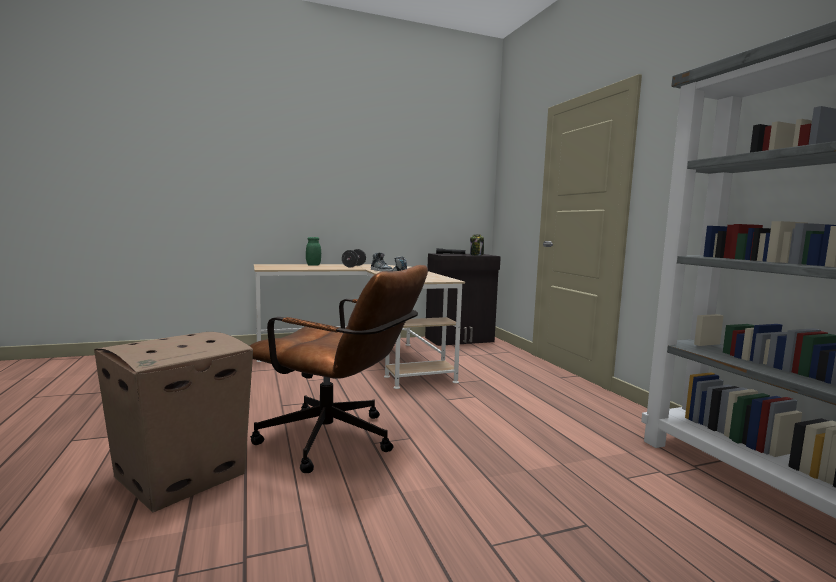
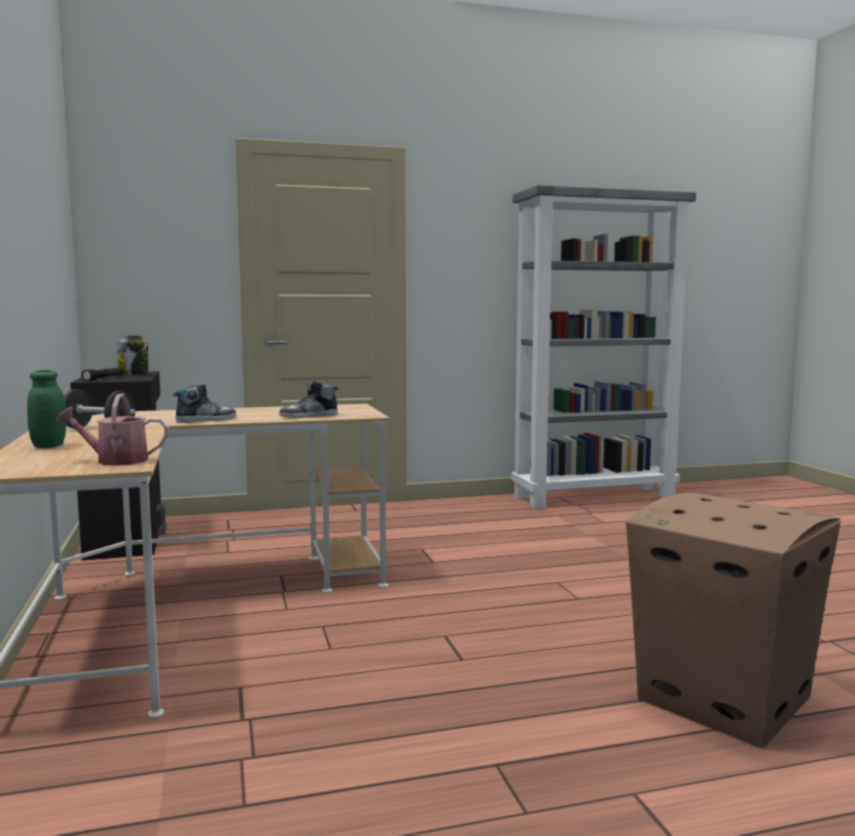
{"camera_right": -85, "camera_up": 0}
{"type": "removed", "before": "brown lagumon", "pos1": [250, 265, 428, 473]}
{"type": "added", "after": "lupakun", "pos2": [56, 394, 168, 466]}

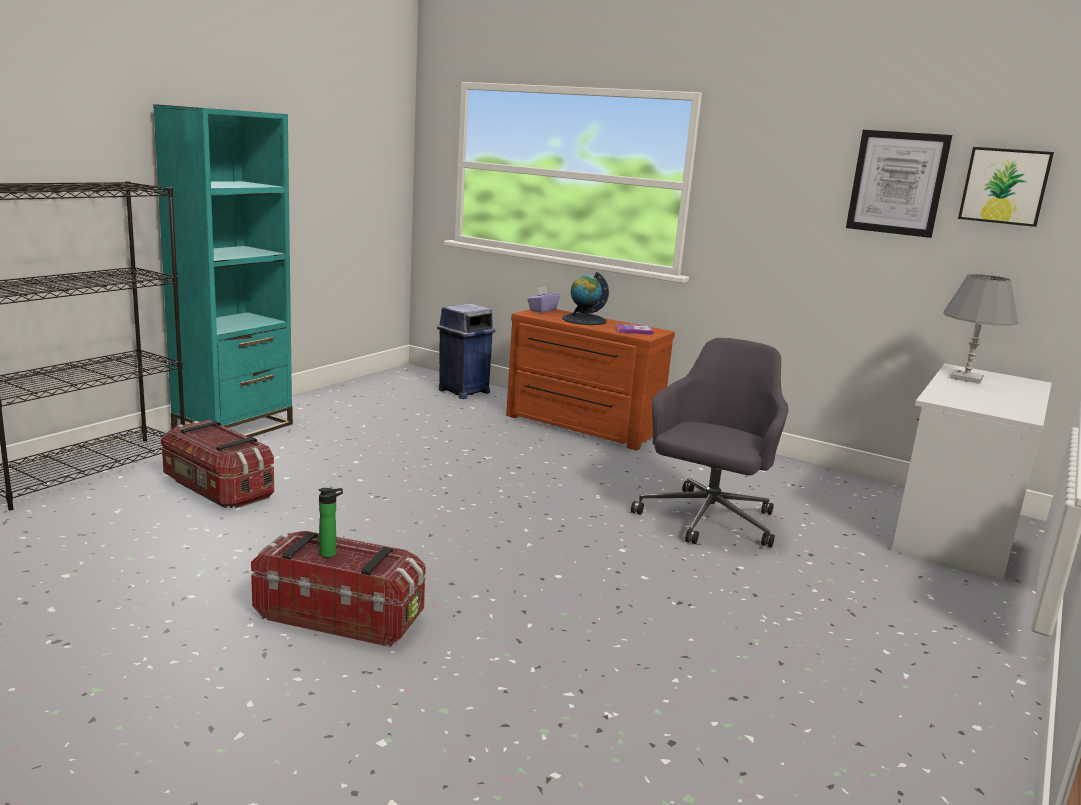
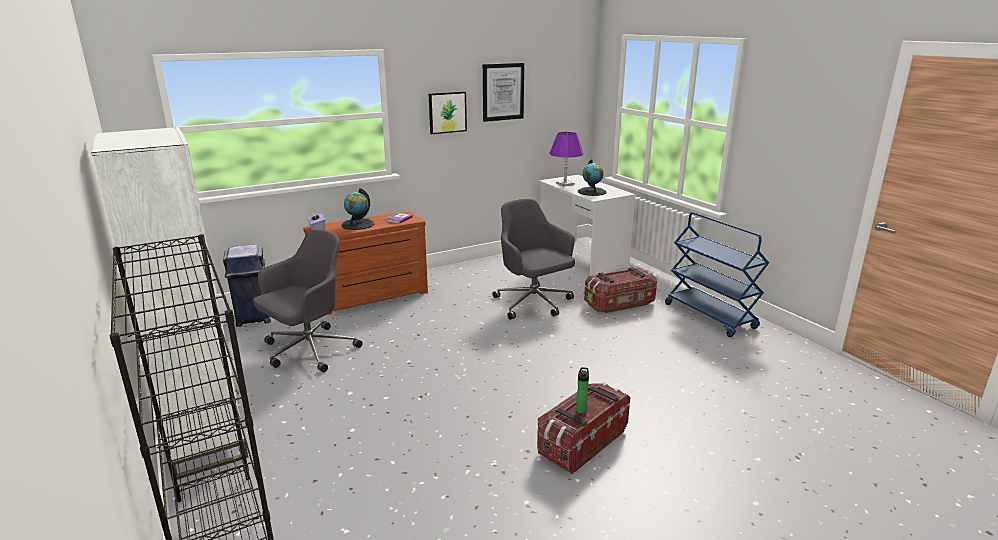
{"camera_right": -60, "camera_up": 5}
{"type": "recoloured", "before": "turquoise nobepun", "after": "white nobepun", "pos1": [153, 104, 293, 437], "pos2": [91, 127, 248, 480]}
{"type": "moved", "before": "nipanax", "pos1": [161, 419, 274, 508], "pos2": [584, 267, 657, 313]}
{"type": "recoloured", "before": "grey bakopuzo", "after": "purple bakopuzo", "pos1": [943, 274, 1018, 384], "pos2": [549, 132, 583, 187]}
{"type": "moved", "before": "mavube", "pos1": [958, 147, 1054, 227], "pos2": [429, 91, 467, 134]}
{"type": "added", "after": "grey lagumon", "pos2": [253, 229, 363, 372]}
{"type": "added", "after": "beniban", "pos2": [578, 159, 607, 196]}
{"type": "added", "after": "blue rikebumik", "pos2": [665, 212, 769, 337]}

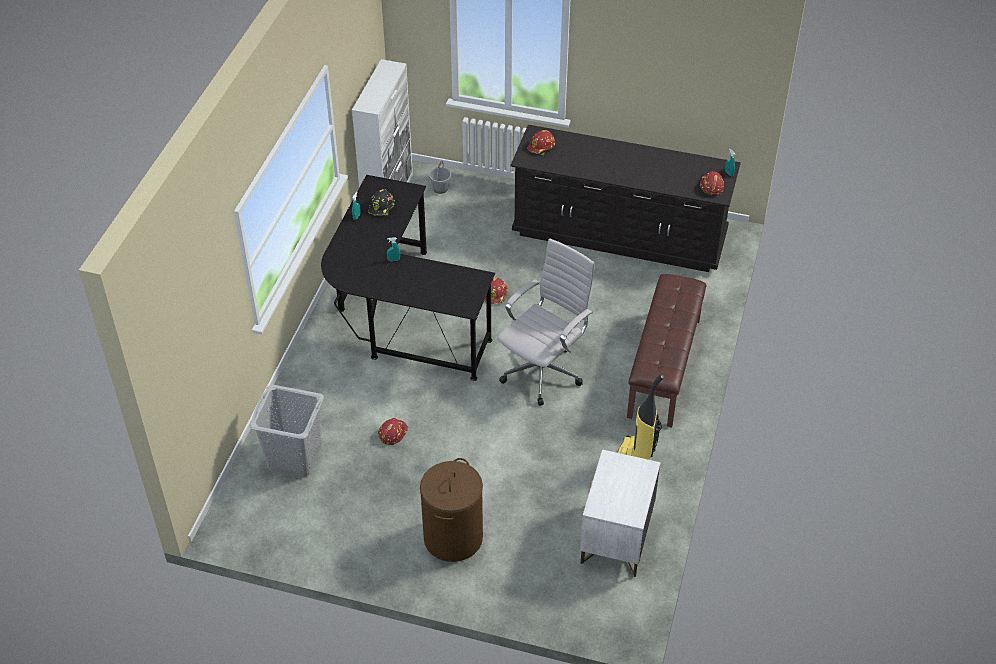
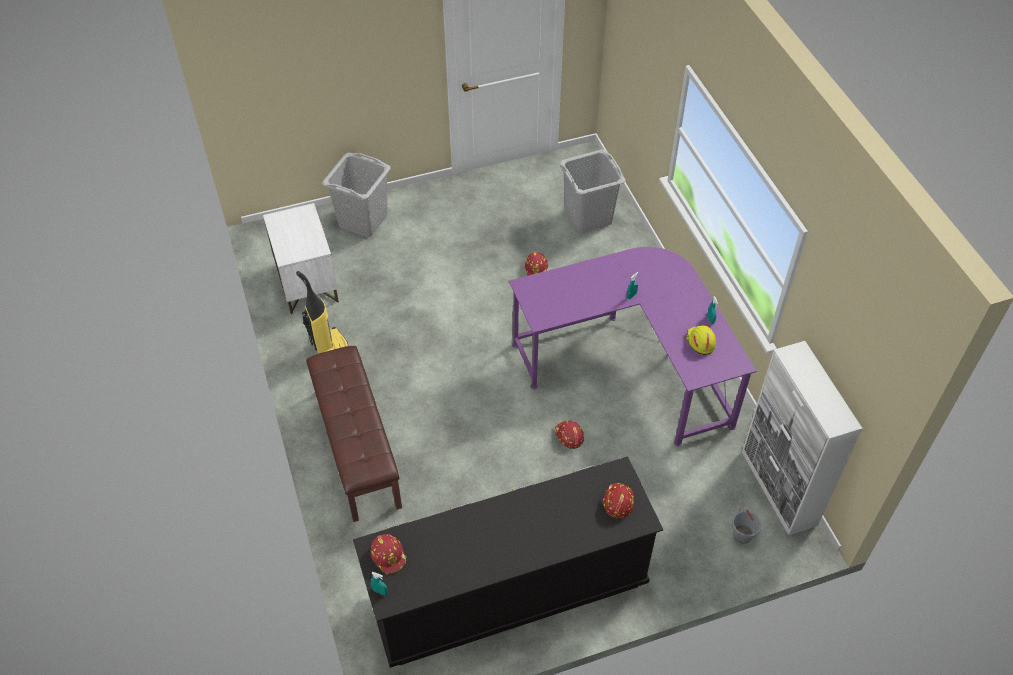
{"camera_right": 145, "camera_up": 5}
{"type": "recoloured", "before": "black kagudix", "after": "purple kagudix", "pos1": [321, 175, 495, 381], "pos2": [509, 247, 756, 446]}
{"type": "recoloured", "before": "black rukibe", "after": "yellow rukibe", "pos1": [368, 189, 395, 215], "pos2": [686, 325, 716, 355]}
{"type": "removed", "before": "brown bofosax", "pos1": [420, 458, 483, 562]}
{"type": "removed", "before": "white lagumon", "pos1": [497, 239, 595, 406]}
{"type": "added", "after": "grey bofosax", "pos2": [322, 153, 391, 237]}

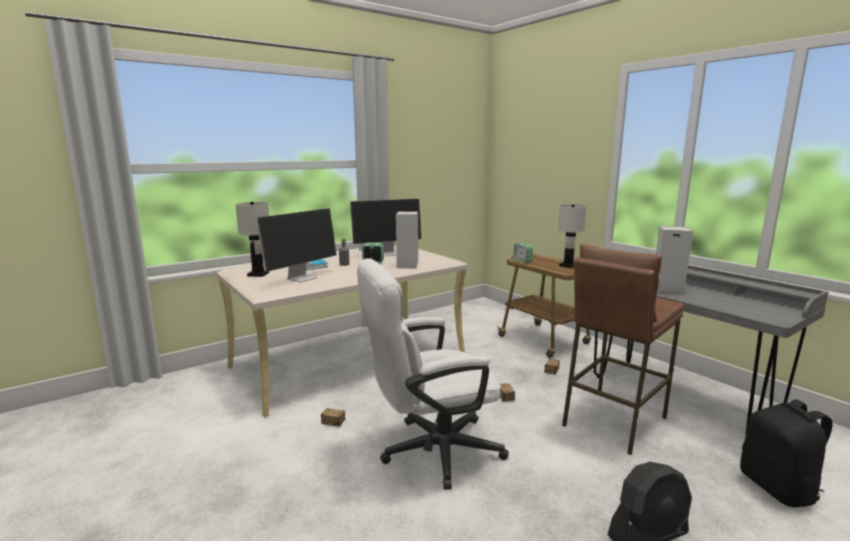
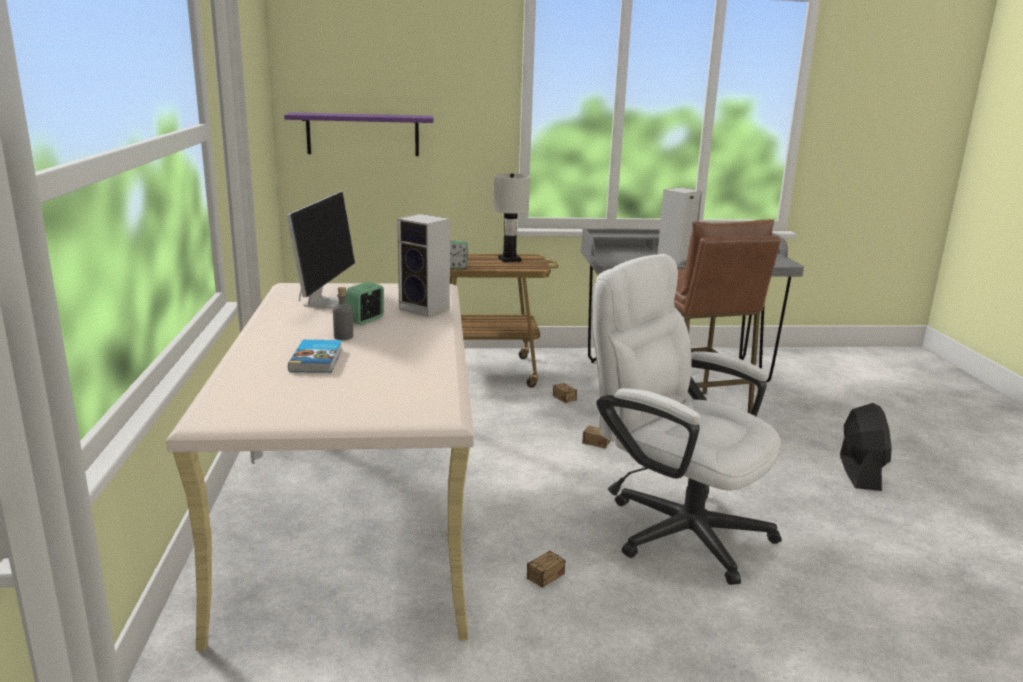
{"camera_right": -60, "camera_up": 5}
{"type": "removed", "before": "white bakopuzo", "pos1": [235, 202, 269, 277]}
{"type": "removed", "before": "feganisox", "pos1": [256, 208, 337, 282]}
{"type": "turned", "before": "white lagumon", "pos1": [357, 258, 509, 490], "pos2": [591, 254, 782, 585], "turn": 120}
{"type": "removed", "before": "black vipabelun", "pos1": [740, 400, 833, 507]}
{"type": "added", "after": "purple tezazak", "pos2": [284, 113, 434, 156]}

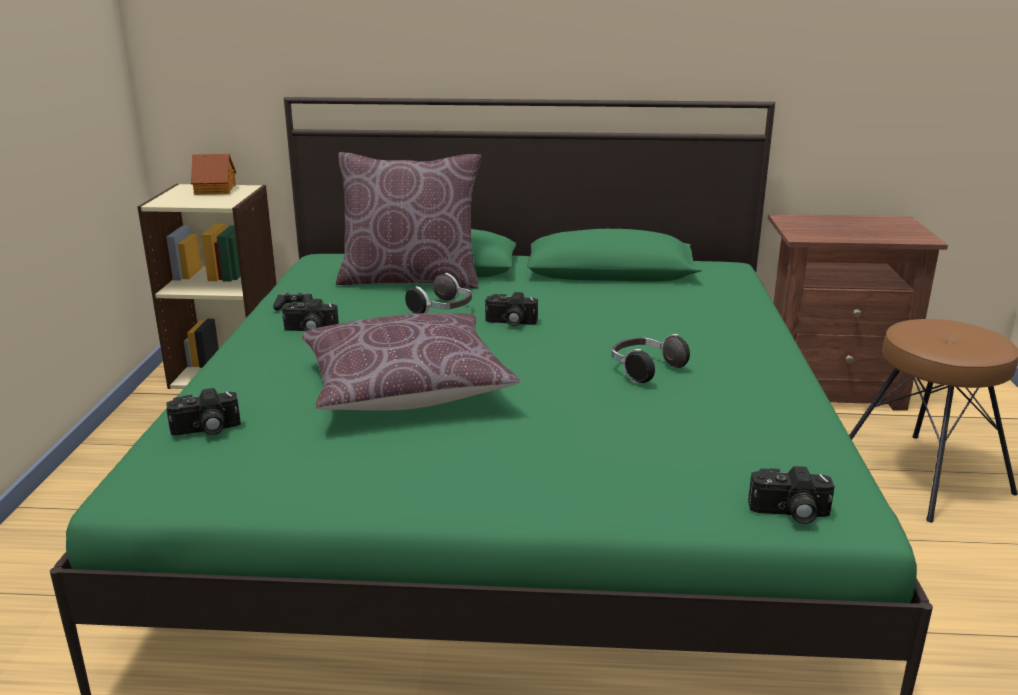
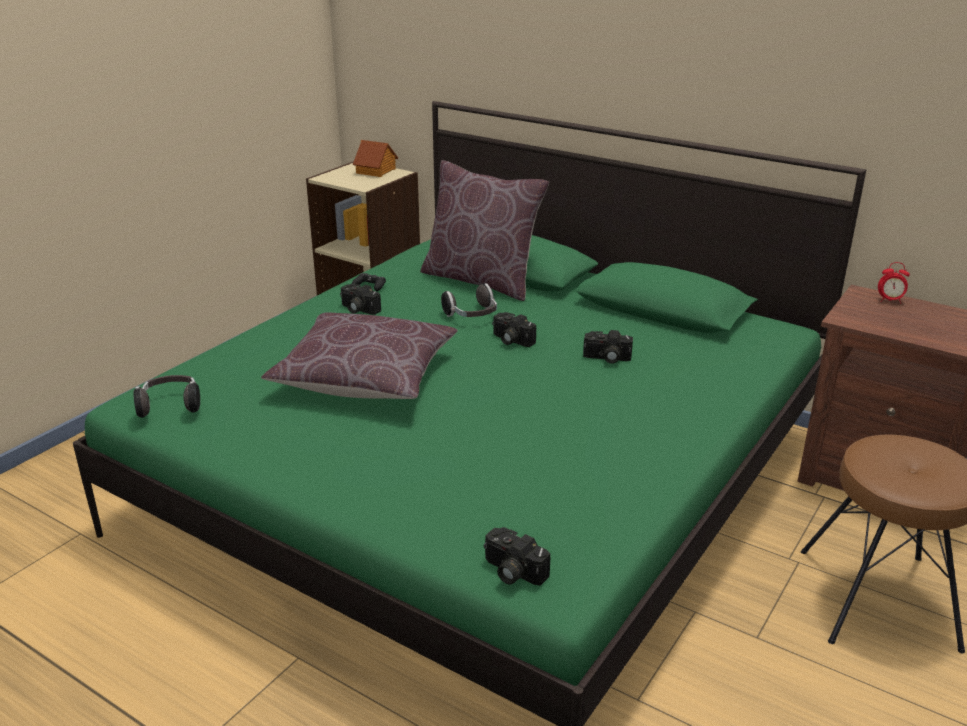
{"camera_right": 30, "camera_up": 5}
{"type": "moved", "before": "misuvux", "pos1": [166, 388, 241, 436], "pos2": [583, 330, 633, 364]}
{"type": "moved", "before": "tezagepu", "pos1": [611, 334, 690, 384], "pos2": [133, 375, 200, 418]}
{"type": "added", "after": "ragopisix", "pos2": [878, 262, 910, 304]}

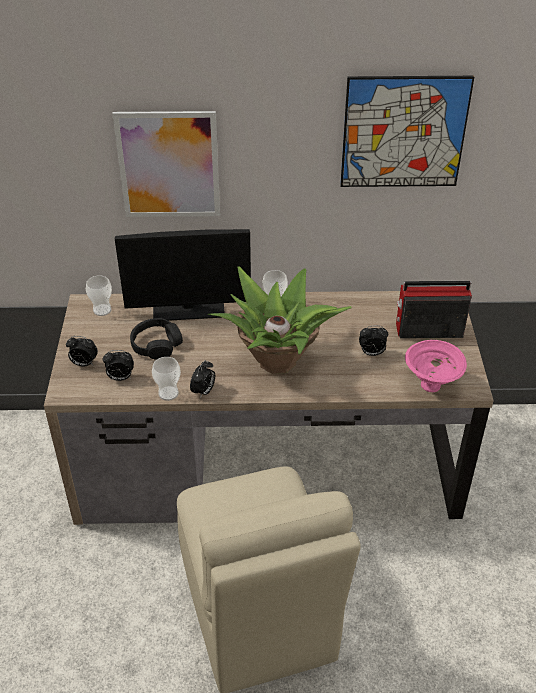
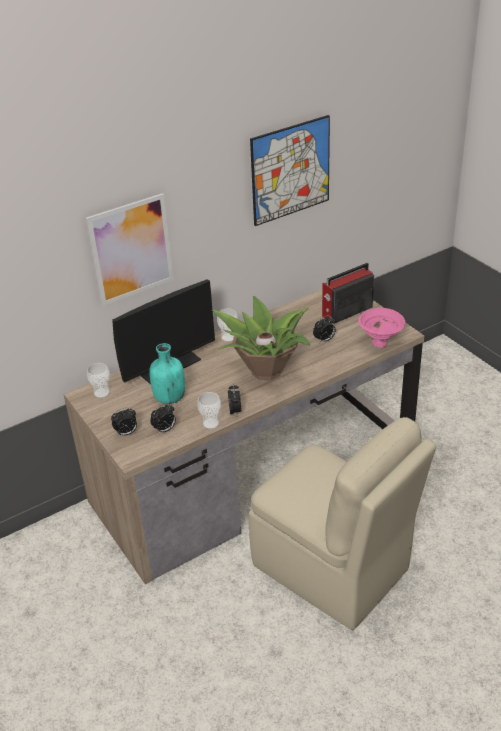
{"camera_right": -30, "camera_up": -5}
{"type": "replaced", "before": "black tezagepu", "after": "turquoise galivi", "pos1": [130, 318, 183, 360], "pos2": [149, 343, 185, 404]}

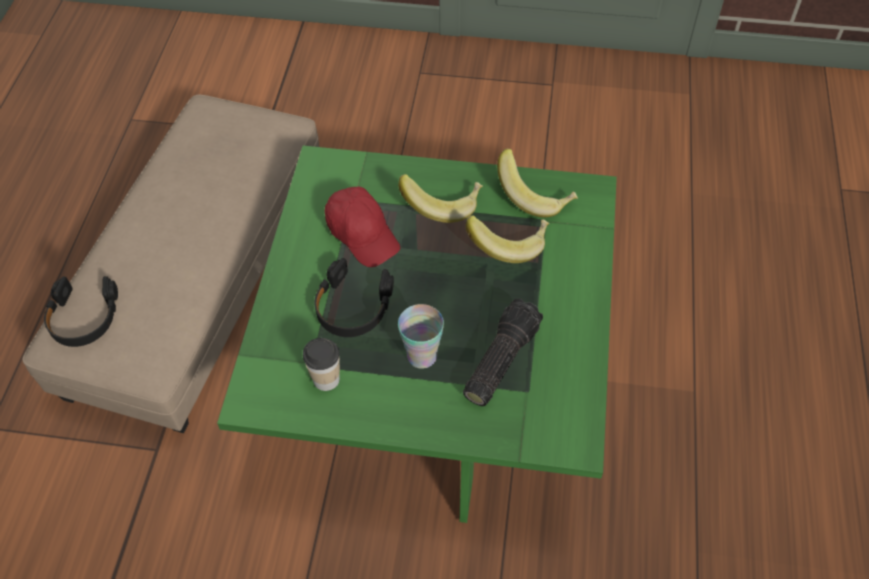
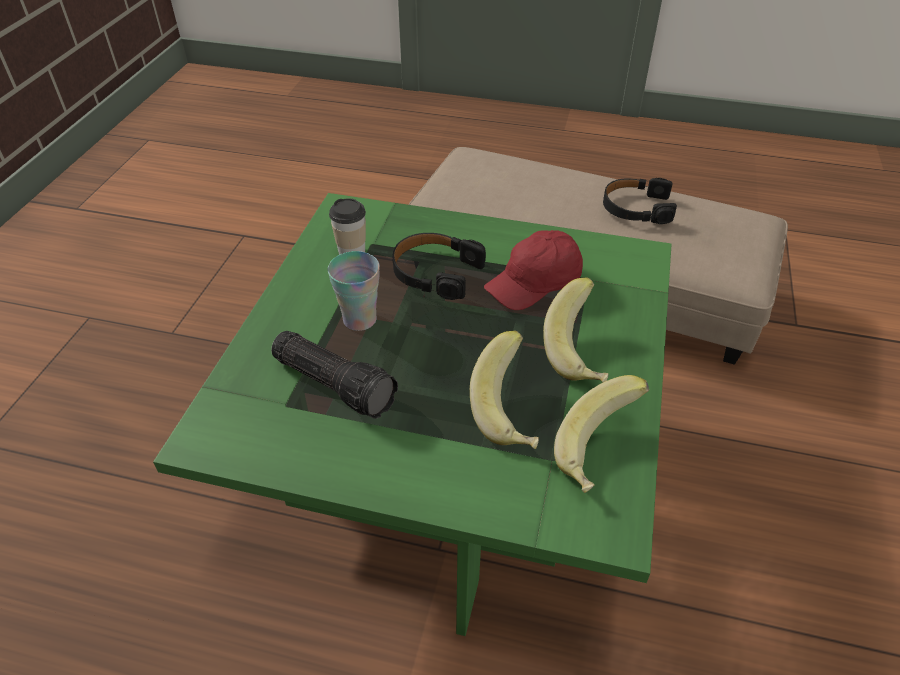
{"camera_right": 95, "camera_up": -10}
{"type": "moved", "before": "black tezagepu", "pos1": [44, 276, 118, 347], "pos2": [603, 178, 677, 224]}

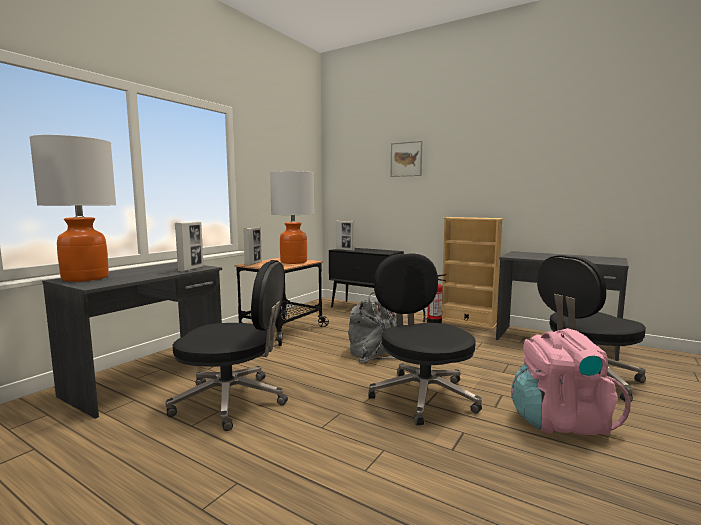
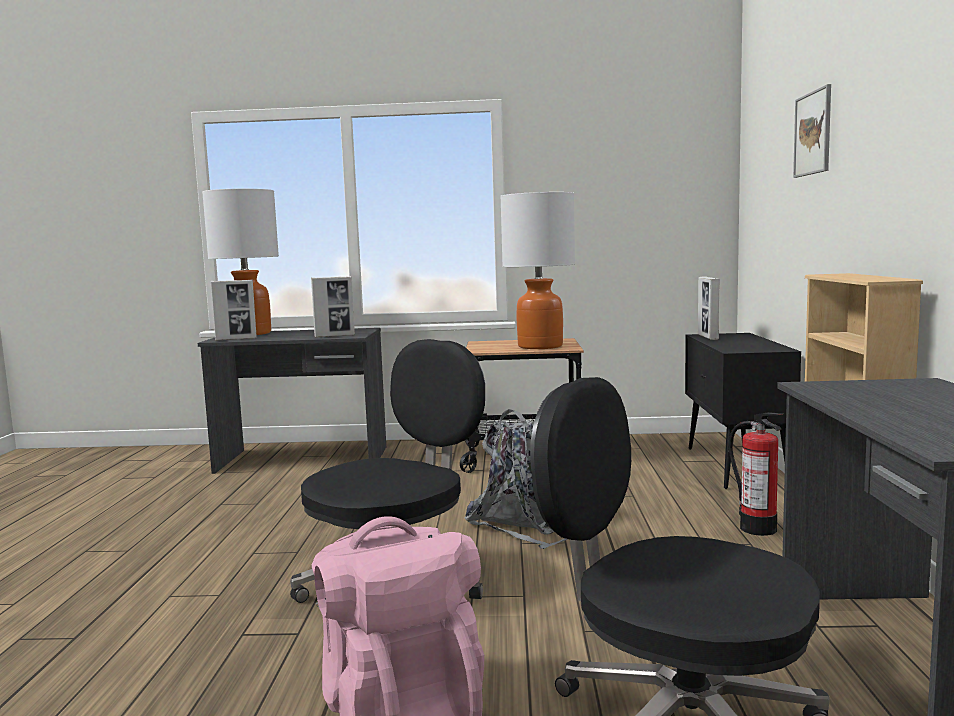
{"camera_right": 60, "camera_up": 0}
{"type": "removed", "before": "black lagumon", "pos1": [165, 260, 288, 431]}
{"type": "moved", "before": "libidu", "pos1": [243, 227, 262, 266], "pos2": [211, 280, 257, 341]}

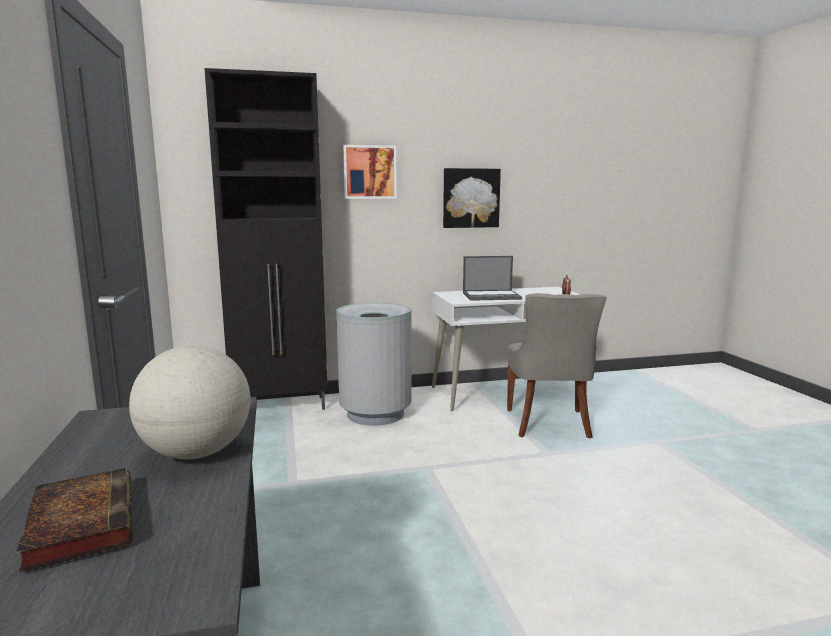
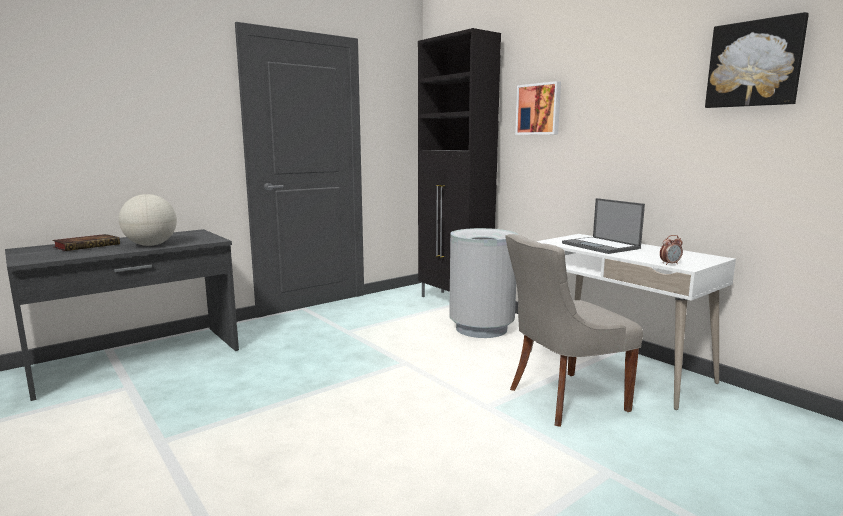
{"camera_right": 65, "camera_up": 0}
{"type": "moved", "before": "mavube", "pos1": [443, 168, 501, 228], "pos2": [705, 12, 809, 108]}

